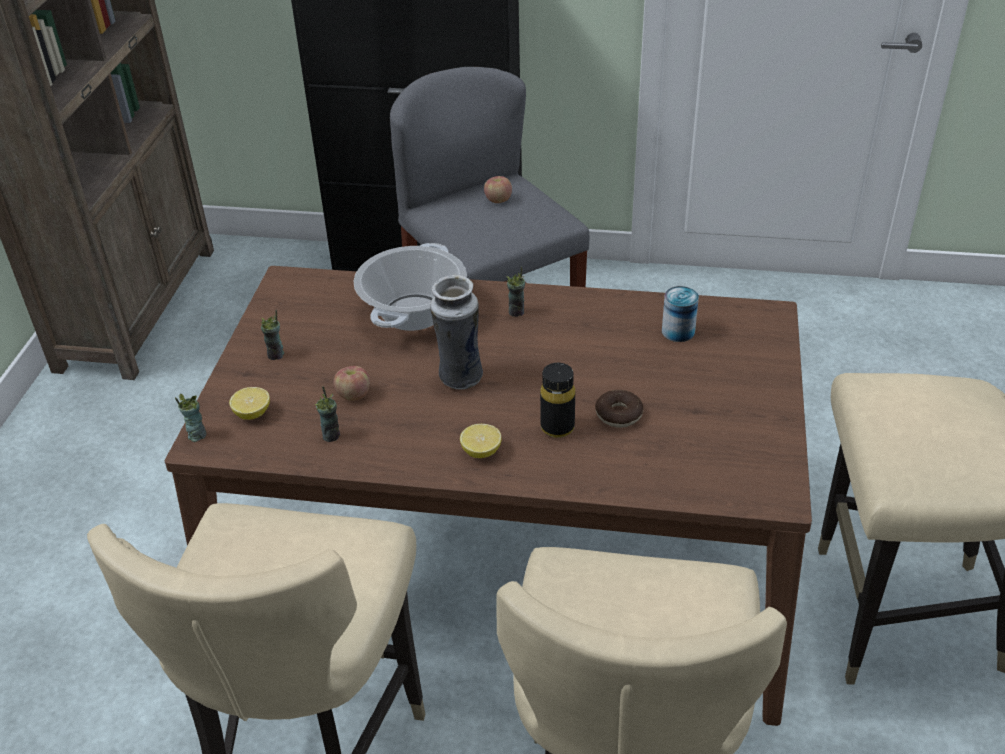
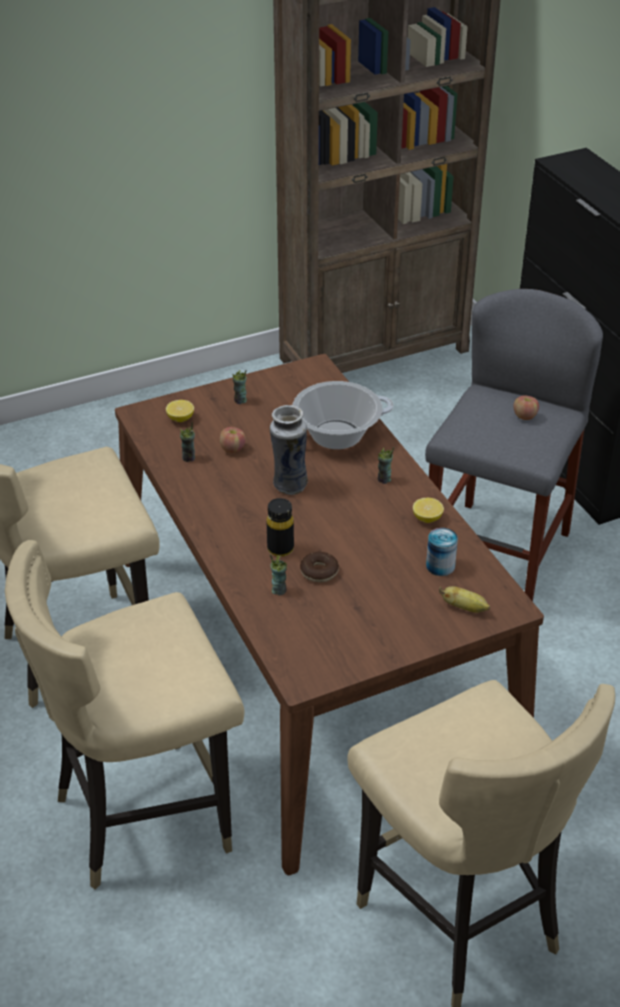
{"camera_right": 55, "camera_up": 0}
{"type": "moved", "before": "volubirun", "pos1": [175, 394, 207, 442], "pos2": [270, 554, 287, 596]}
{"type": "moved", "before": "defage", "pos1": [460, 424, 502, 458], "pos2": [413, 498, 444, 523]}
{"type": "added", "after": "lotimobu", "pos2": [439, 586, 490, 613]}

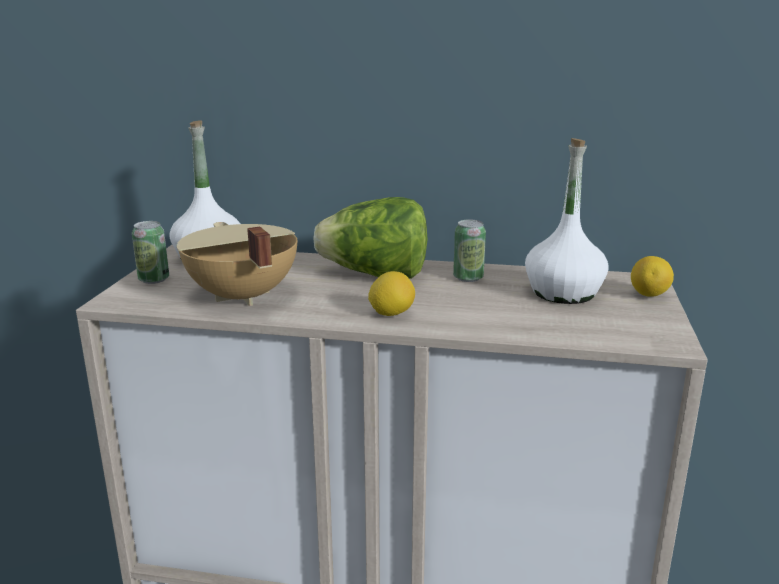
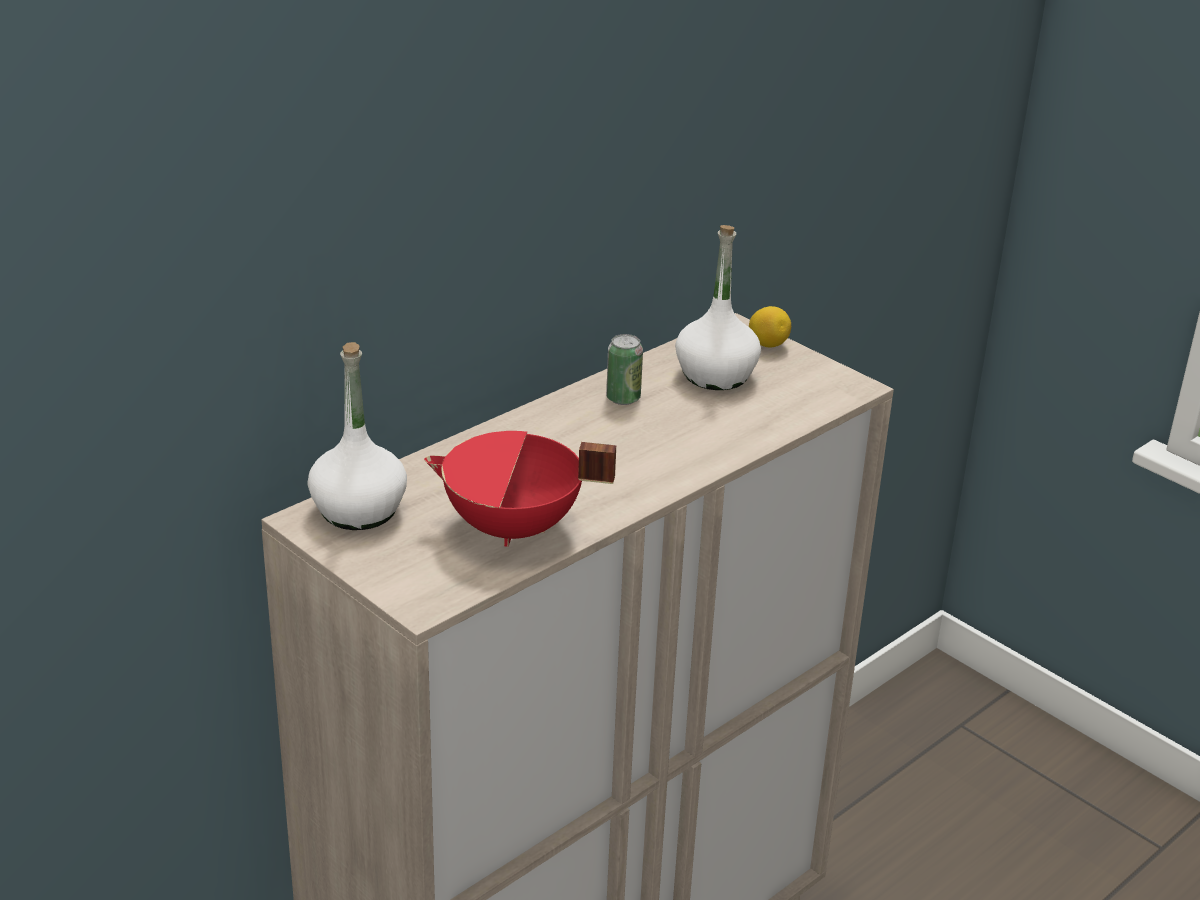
{"camera_right": -55, "camera_up": 10}
{"type": "removed", "before": "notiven", "pos1": [132, 221, 169, 284]}
{"type": "recoloured", "before": "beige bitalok", "after": "red bitalok", "pos1": [177, 222, 297, 306], "pos2": [424, 431, 616, 547]}
{"type": "removed", "before": "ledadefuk", "pos1": [313, 197, 428, 279]}
{"type": "removed", "before": "defage", "pos1": [368, 271, 415, 316]}

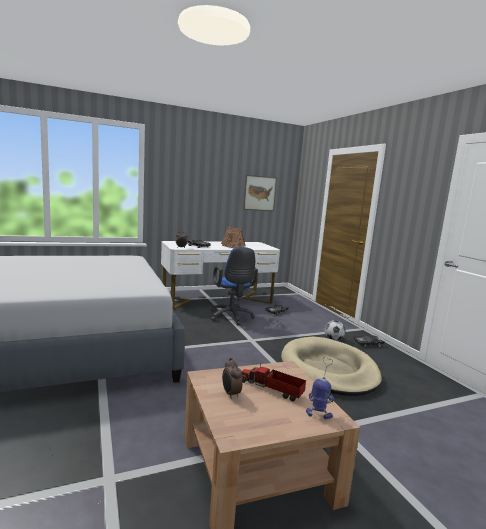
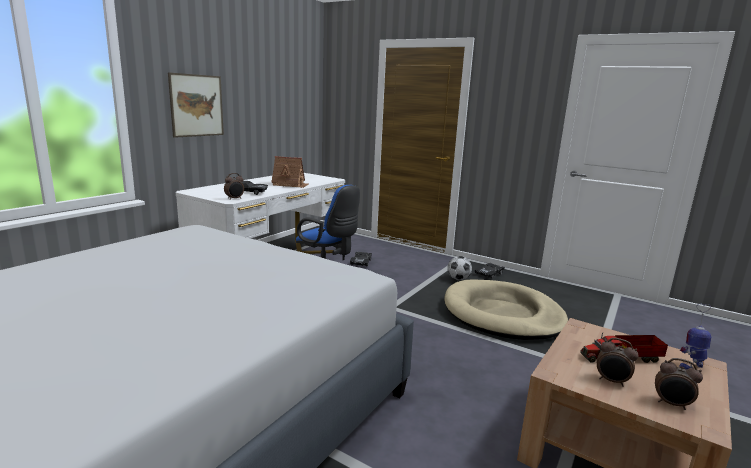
{"camera_right": -35, "camera_up": 5}
{"type": "moved", "before": "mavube", "pos1": [243, 175, 277, 211], "pos2": [168, 72, 224, 138]}
{"type": "added", "after": "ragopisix", "pos2": [655, 358, 703, 410]}

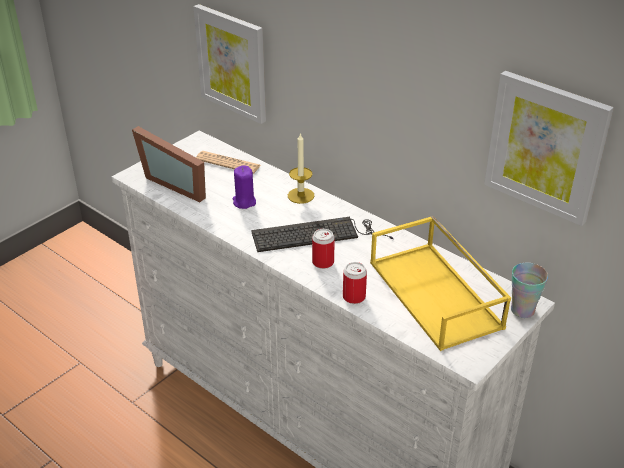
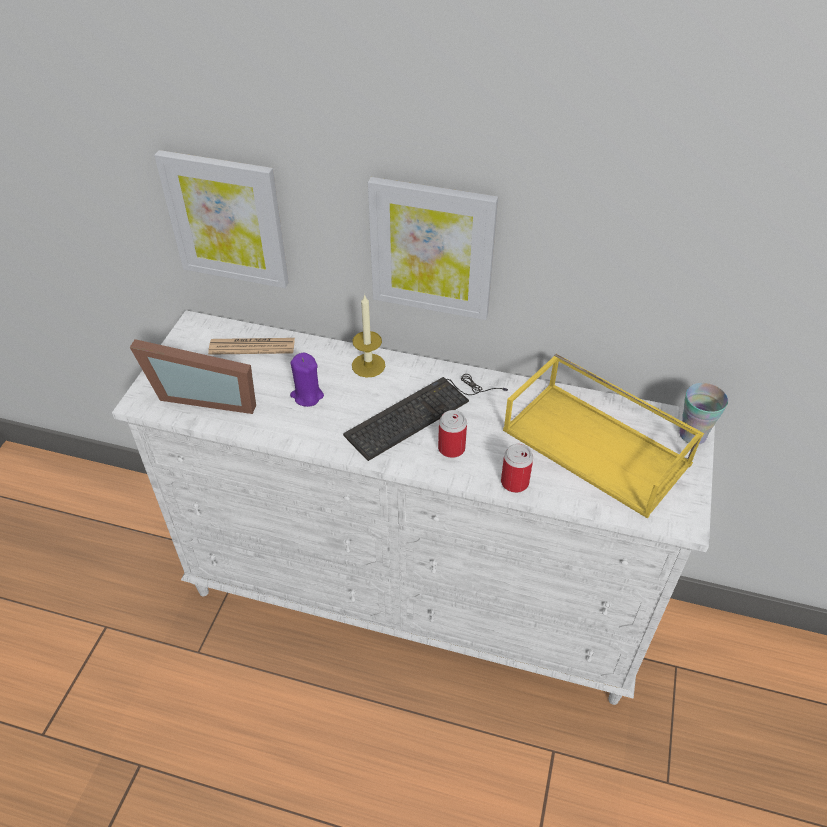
{"camera_right": -25, "camera_up": 10}
{"type": "moved", "before": "mavube", "pos1": [484, 71, 614, 226], "pos2": [368, 177, 498, 320]}

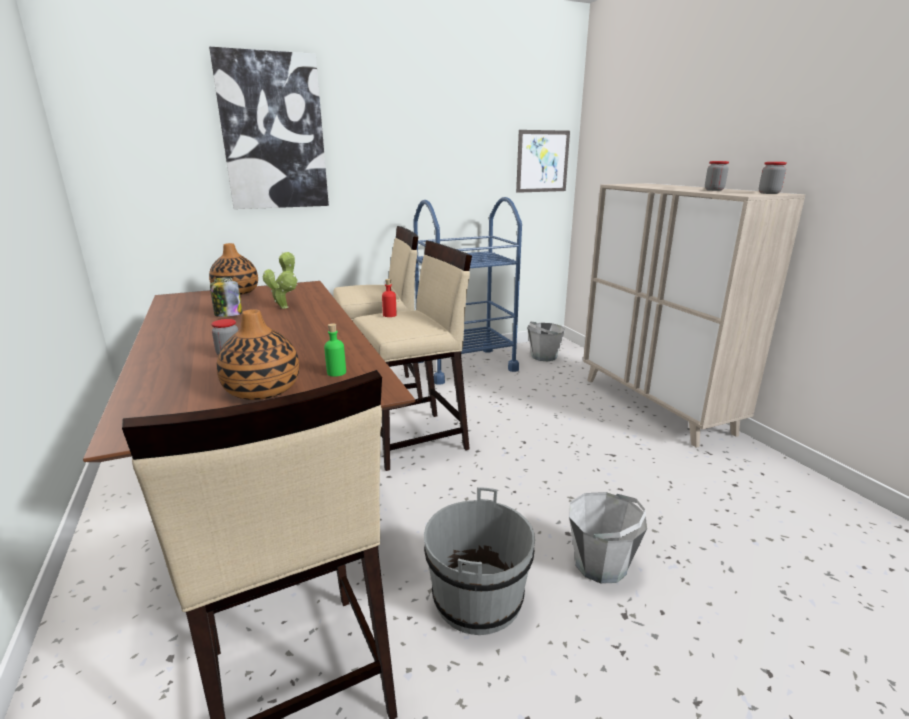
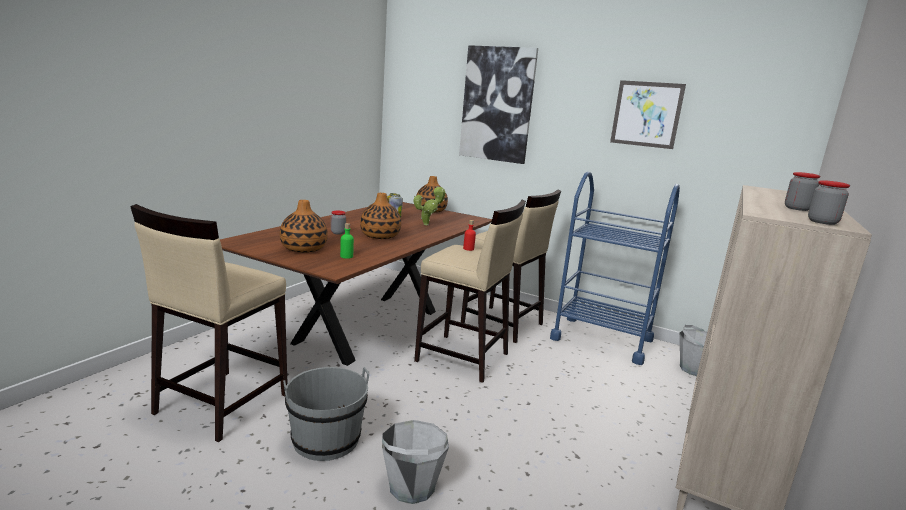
{"camera_right": 50, "camera_up": -5}
{"type": "moved", "before": "mavube", "pos1": [516, 130, 570, 193], "pos2": [610, 80, 686, 149]}
{"type": "added", "after": "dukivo", "pos2": [360, 193, 401, 239]}

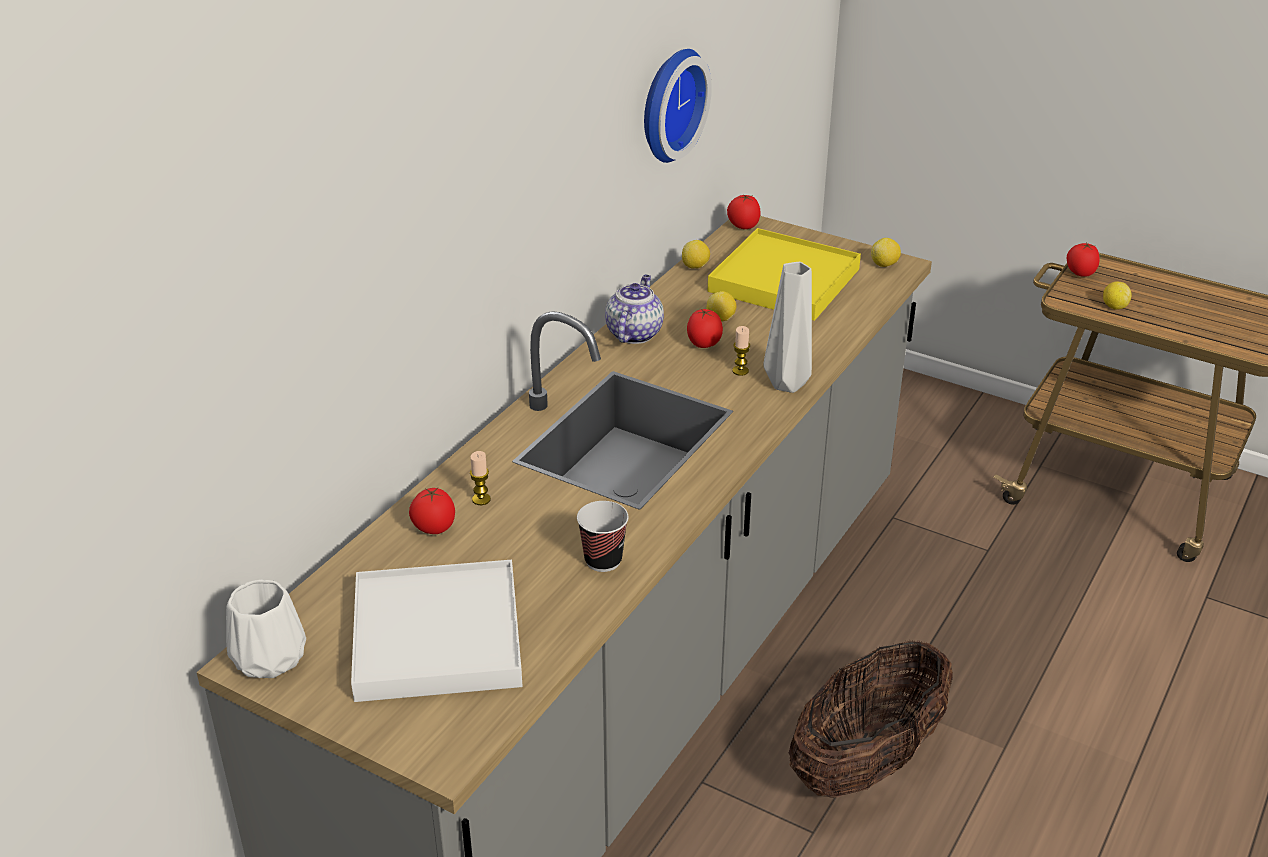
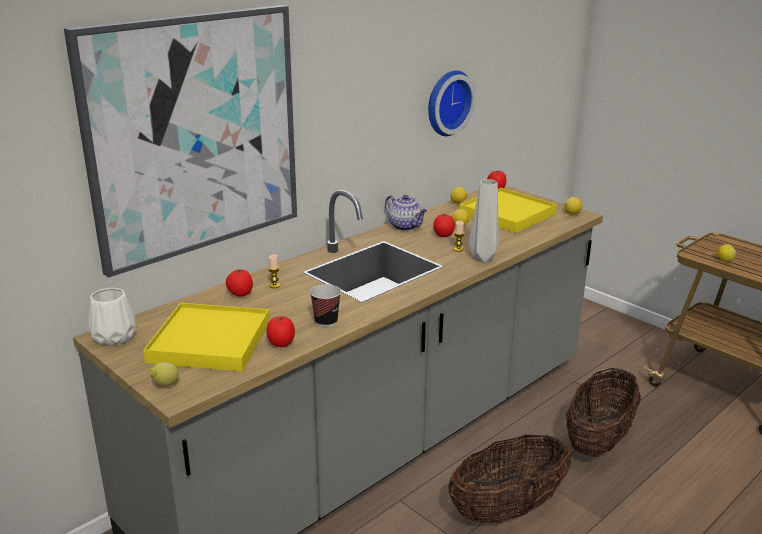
{"camera_right": 15, "camera_up": -10}
{"type": "recoloured", "before": "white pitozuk", "after": "yellow pitozuk", "pos1": [351, 560, 522, 702], "pos2": [143, 303, 270, 372]}
{"type": "turned", "before": "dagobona", "pos1": [605, 275, 664, 344], "pos2": [385, 195, 427, 231], "turn": 105}
{"type": "moved", "before": "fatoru", "pos1": [1067, 243, 1100, 277], "pos2": [266, 316, 295, 347]}
{"type": "added", "after": "mavube", "pos2": [64, 5, 297, 278]}
{"type": "added", "after": "defage", "pos2": [149, 362, 179, 386]}
{"type": "added", "after": "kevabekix", "pos2": [566, 368, 641, 457]}

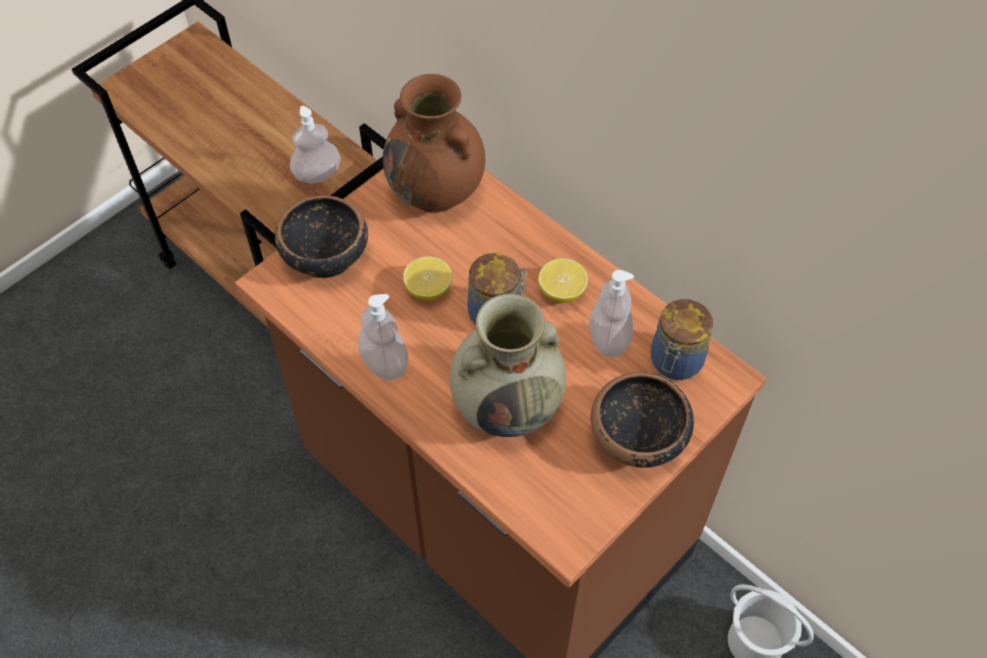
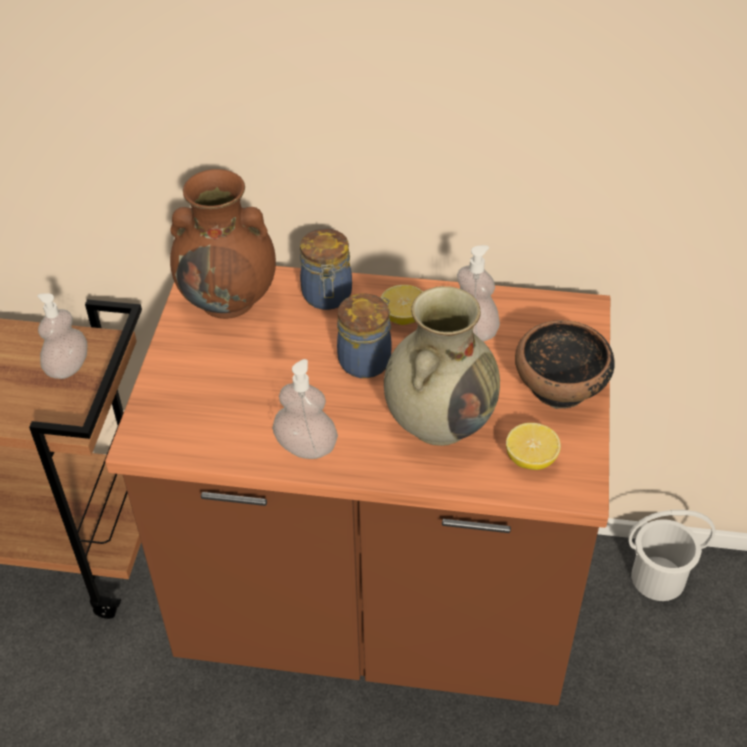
{"camera_right": -35, "camera_up": -10}
{"type": "removed", "before": "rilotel", "pos1": [275, 196, 368, 278]}
{"type": "moved", "before": "defage", "pos1": [403, 257, 452, 301], "pos2": [506, 423, 561, 470]}
{"type": "moved", "before": "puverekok", "pos1": [651, 299, 713, 380], "pos2": [300, 229, 352, 310]}

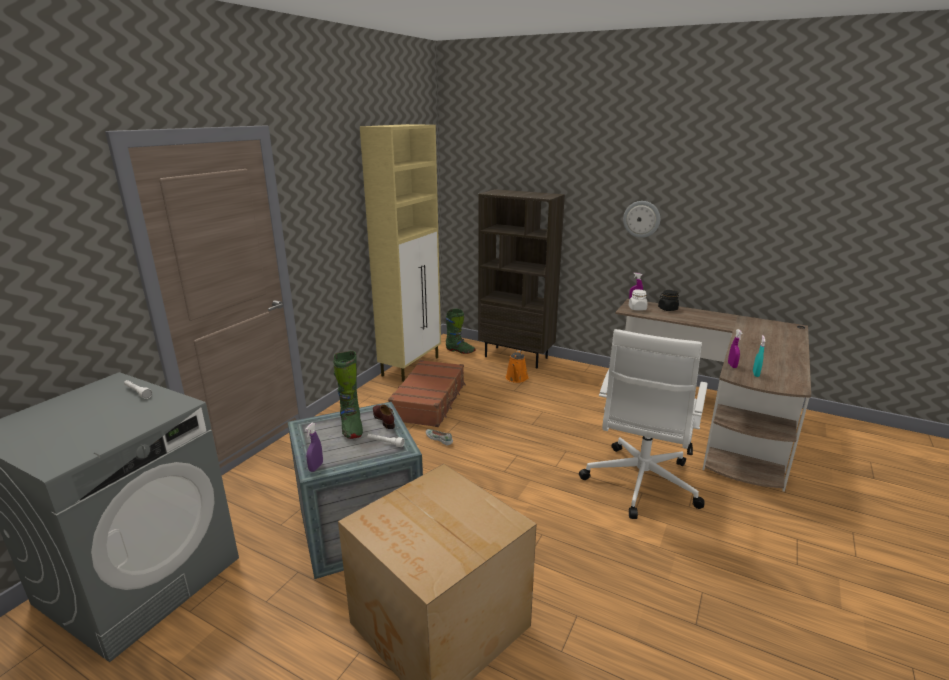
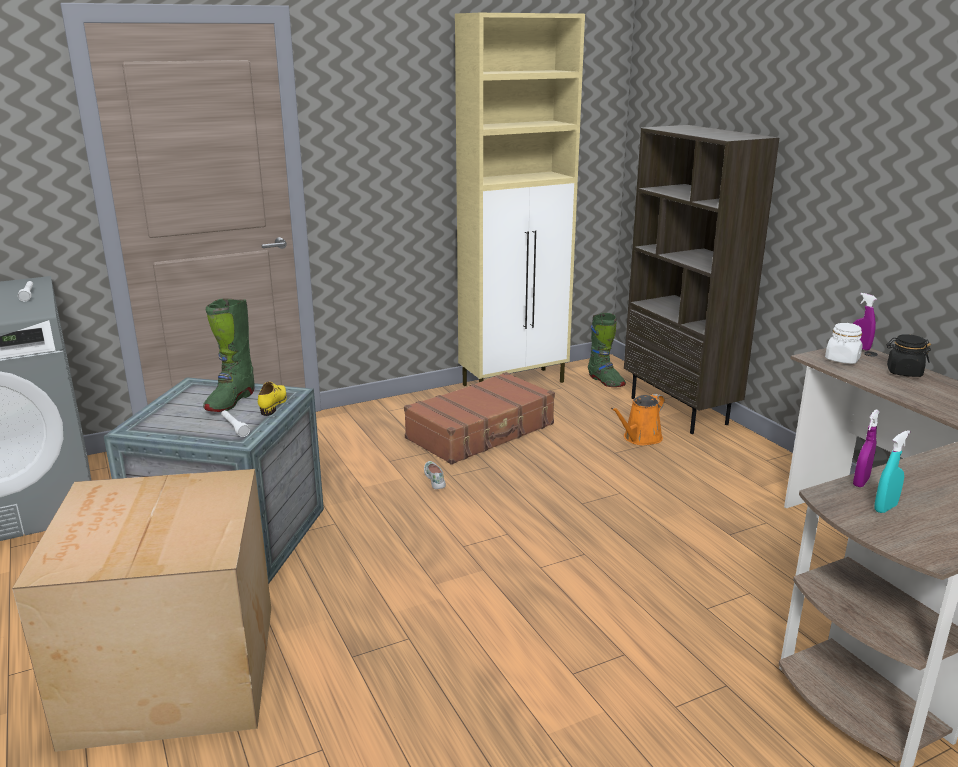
{"camera_right": 35, "camera_up": 0}
{"type": "removed", "before": "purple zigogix", "pos1": [305, 423, 323, 472]}
{"type": "recoloured", "before": "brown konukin", "after": "yellow konukin", "pos1": [373, 404, 395, 429], "pos2": [258, 382, 287, 416]}
{"type": "removed", "before": "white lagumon", "pos1": [579, 329, 708, 519]}
{"type": "removed", "before": "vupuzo", "pos1": [623, 201, 660, 238]}

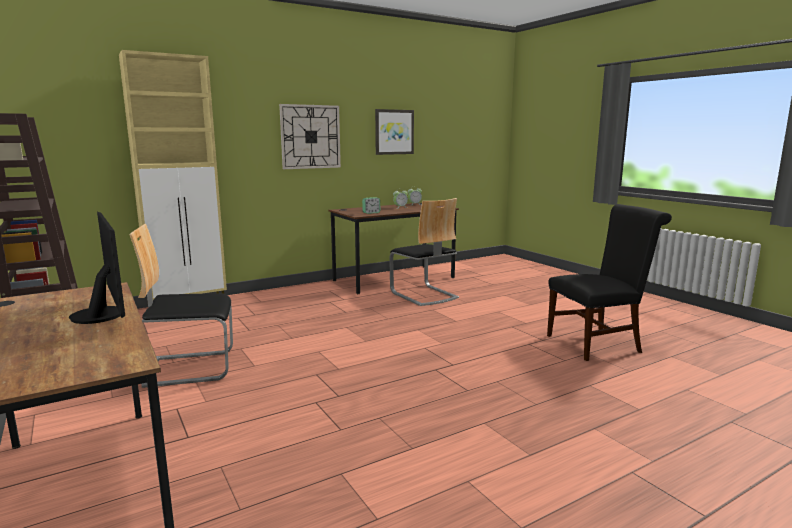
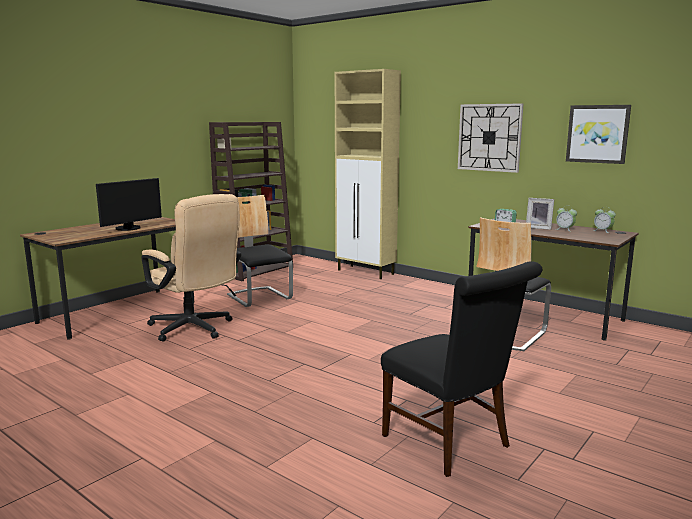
{"camera_right": 70, "camera_up": 0}
{"type": "added", "after": "beige lagumon", "pos2": [141, 194, 241, 342]}
{"type": "added", "after": "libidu", "pos2": [526, 198, 554, 230]}

